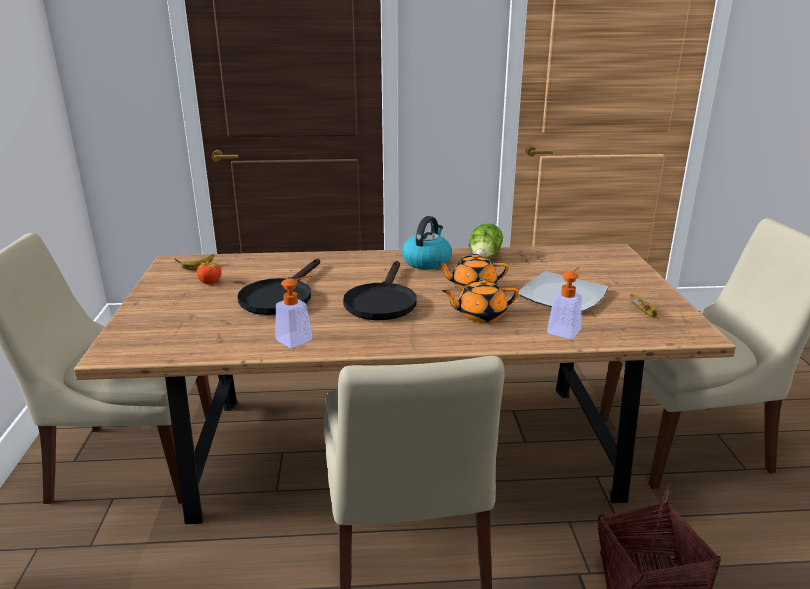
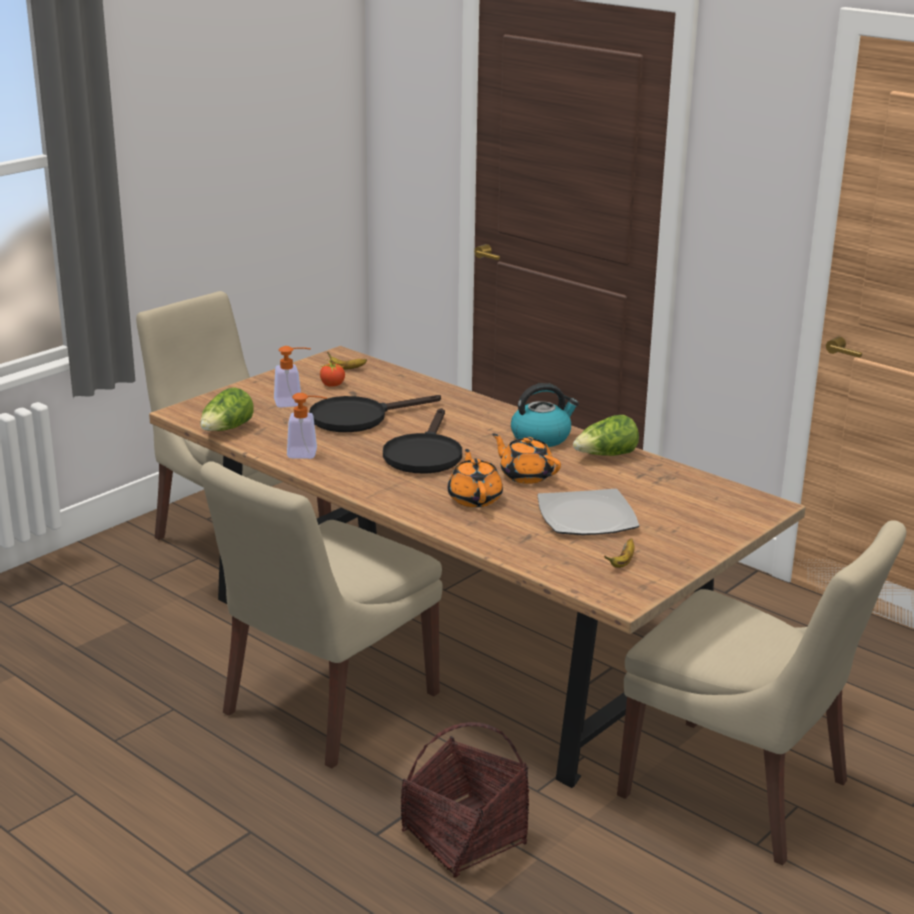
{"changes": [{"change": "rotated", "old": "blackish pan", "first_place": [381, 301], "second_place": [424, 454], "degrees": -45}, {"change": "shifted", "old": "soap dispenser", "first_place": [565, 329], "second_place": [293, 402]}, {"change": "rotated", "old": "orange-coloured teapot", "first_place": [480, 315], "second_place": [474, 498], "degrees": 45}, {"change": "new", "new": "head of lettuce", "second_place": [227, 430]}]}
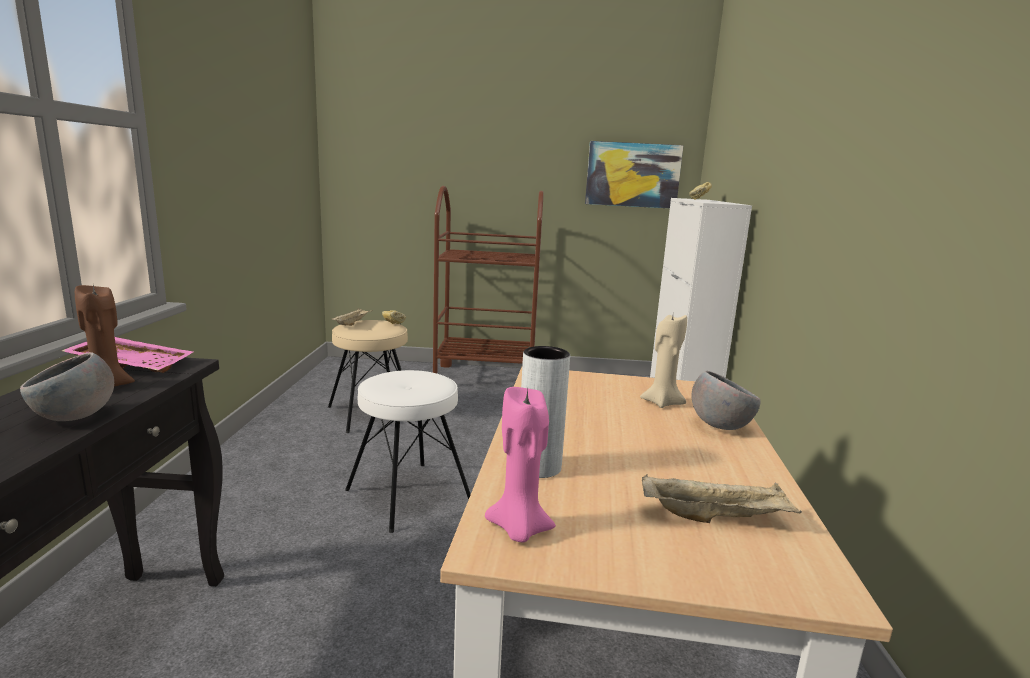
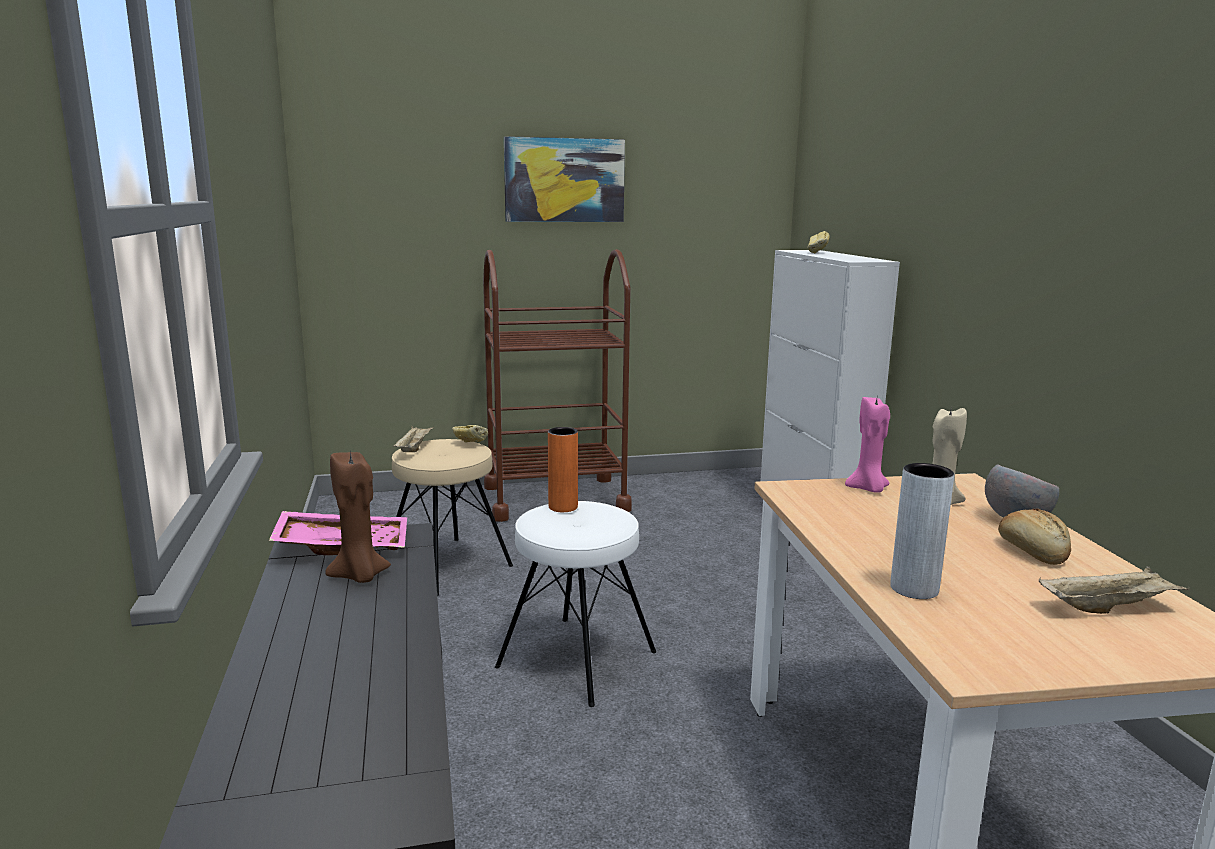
{"changes": [{"change": "shifted", "old": "picture", "first_place": [632, 175], "second_place": [564, 180]}, {"change": "gone", "old": "grey deep dish", "first_place": [75, 418]}, {"change": "shifted", "old": "pink-coloured wax light", "first_place": [519, 530], "second_place": [868, 489]}, {"change": "new", "new": "orange-coloured vase", "second_place": [563, 507]}, {"change": "new", "new": "baked bread", "second_place": [1032, 551]}]}
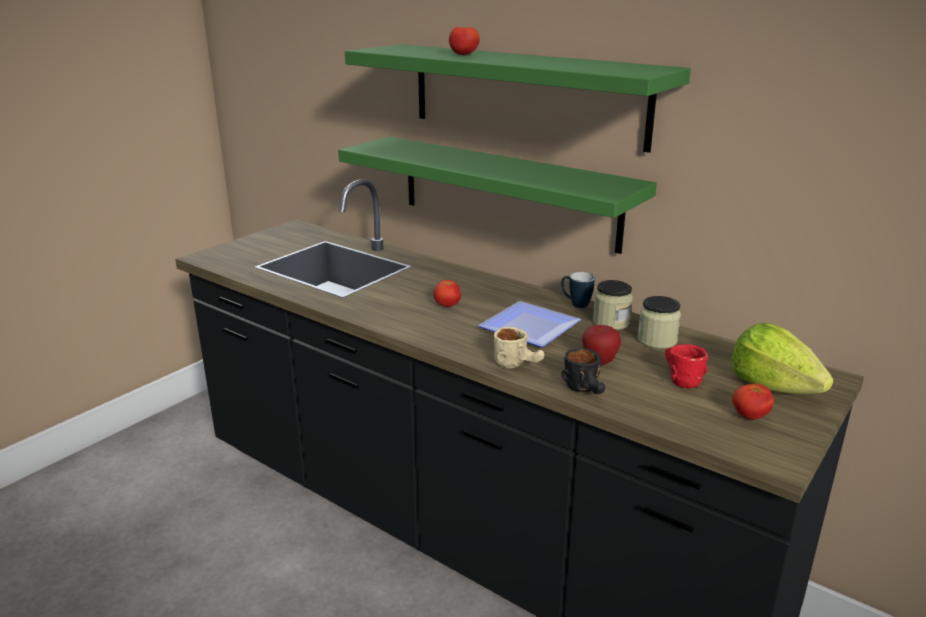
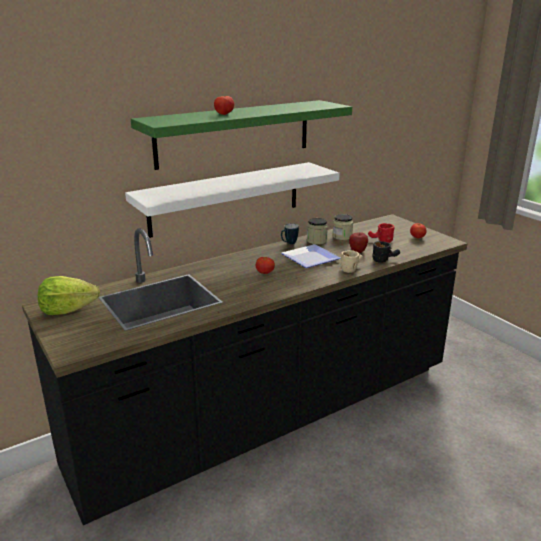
{"changes": [{"change": "repainted", "old": "green-coloured wall shelf", "new": "whitish wall shelf", "first_place": [507, 192], "second_place": [226, 198]}, {"change": "shifted", "old": "head of lettuce", "first_place": [773, 386], "second_place": [67, 310]}]}
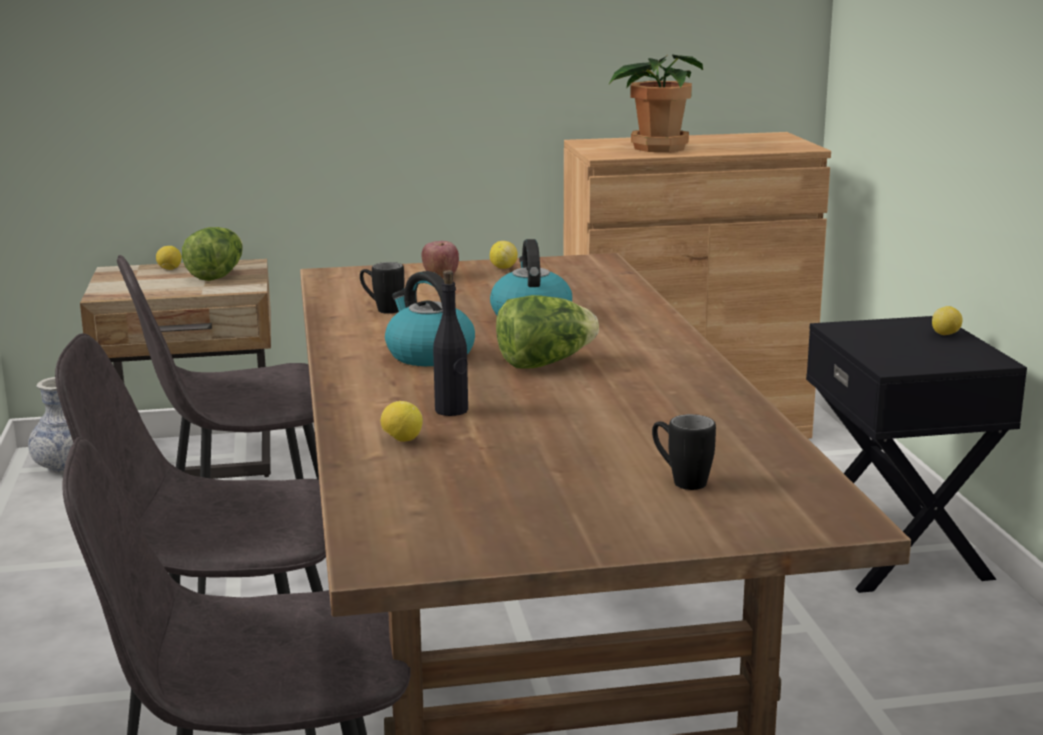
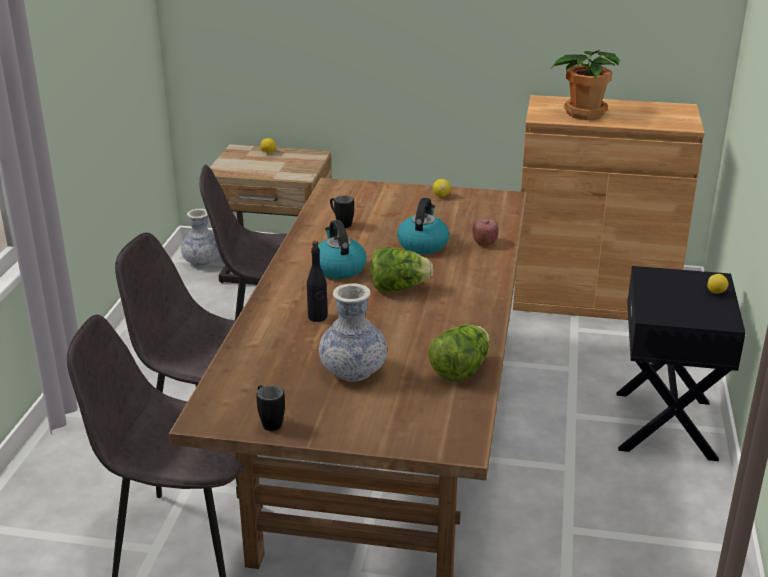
{"changes": [{"change": "shifted", "old": "head of lettuce", "first_place": [217, 275], "second_place": [460, 370]}, {"change": "shifted", "old": "apple fruit", "first_place": [440, 276], "second_place": [484, 243]}, {"change": "gone", "old": "lemon", "first_place": [401, 440]}, {"change": "shifted", "old": "blackish coffee mug", "first_place": [680, 480], "second_place": [269, 421]}, {"change": "new", "new": "vase", "second_place": [353, 371]}]}
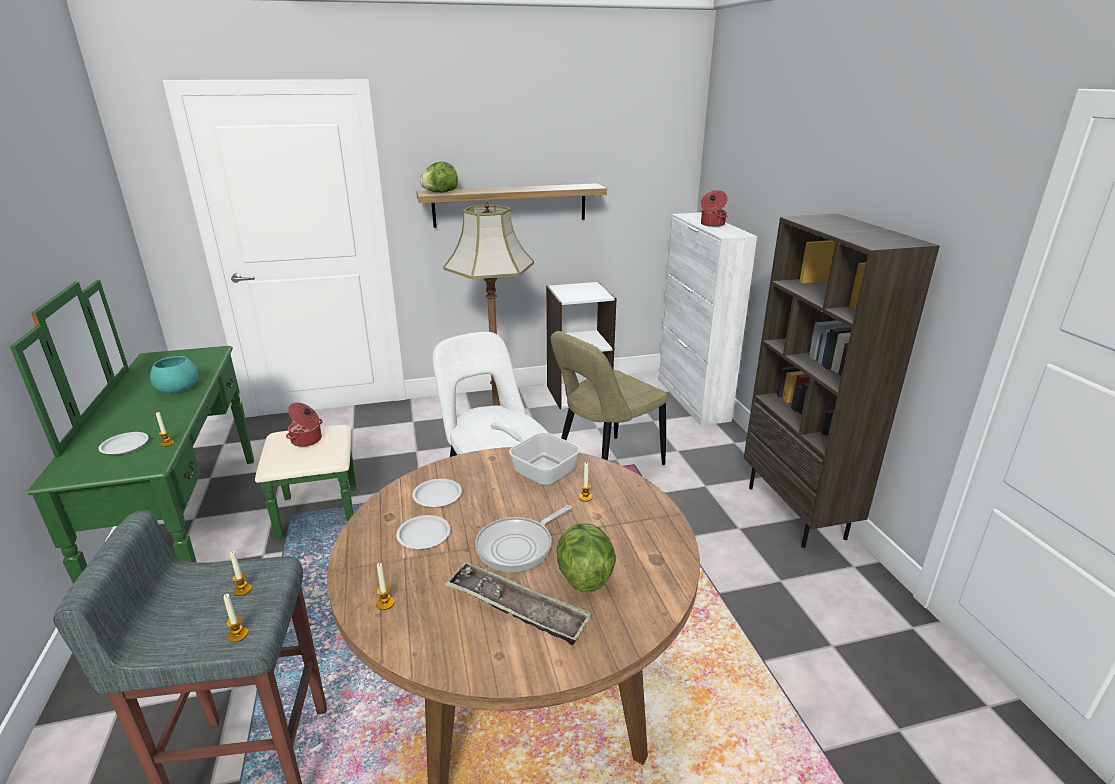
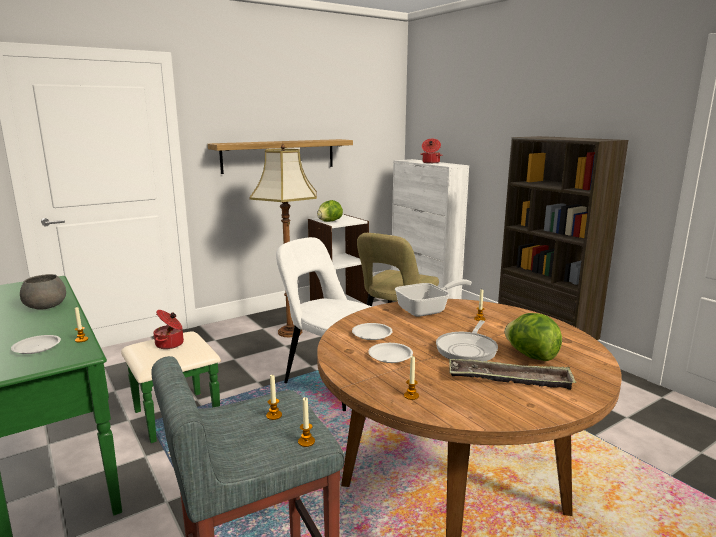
{"changes": [{"change": "shifted", "old": "head of lettuce", "first_place": [440, 192], "second_place": [329, 221]}, {"change": "repainted", "old": "blue-green deep dish", "new": "grey deep dish", "first_place": [179, 388], "second_place": [46, 306]}, {"change": "rotated", "old": "pan", "first_place": [538, 469], "second_place": [427, 310], "degrees": 135}]}
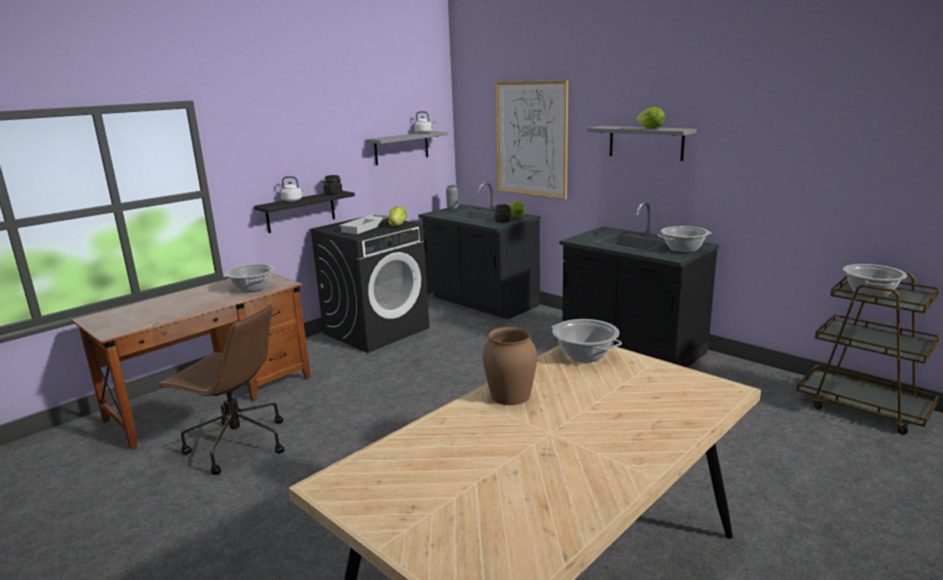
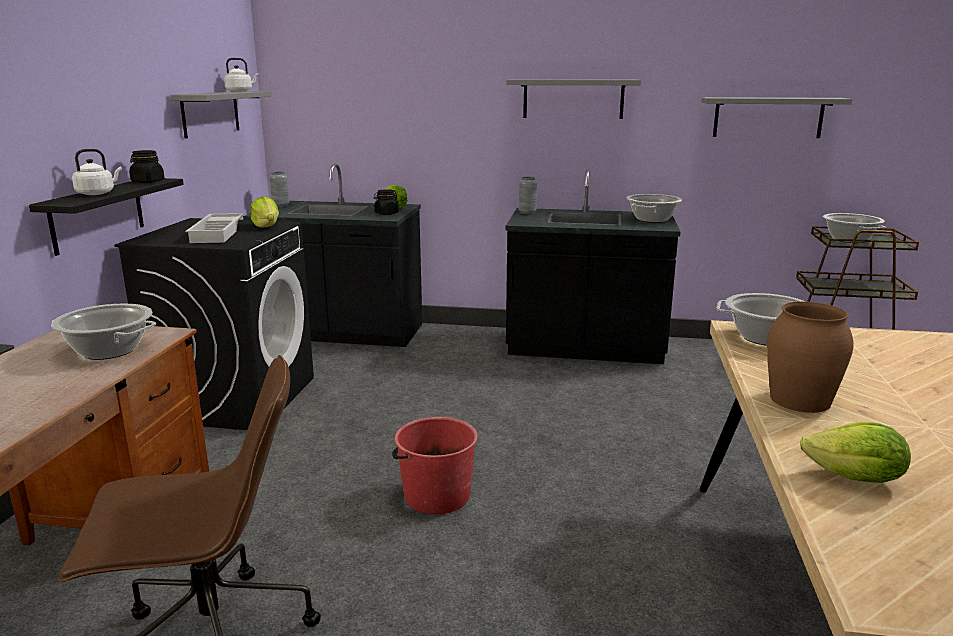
{"changes": [{"change": "gone", "old": "picture", "first_place": [531, 139]}, {"change": "shifted", "old": "head of lettuce", "first_place": [650, 128], "second_place": [855, 479]}, {"change": "new", "new": "grey wall shelf", "second_place": [768, 117]}, {"change": "new", "new": "grey vase", "second_place": [527, 213]}, {"change": "new", "new": "red pail", "second_place": [436, 496]}]}
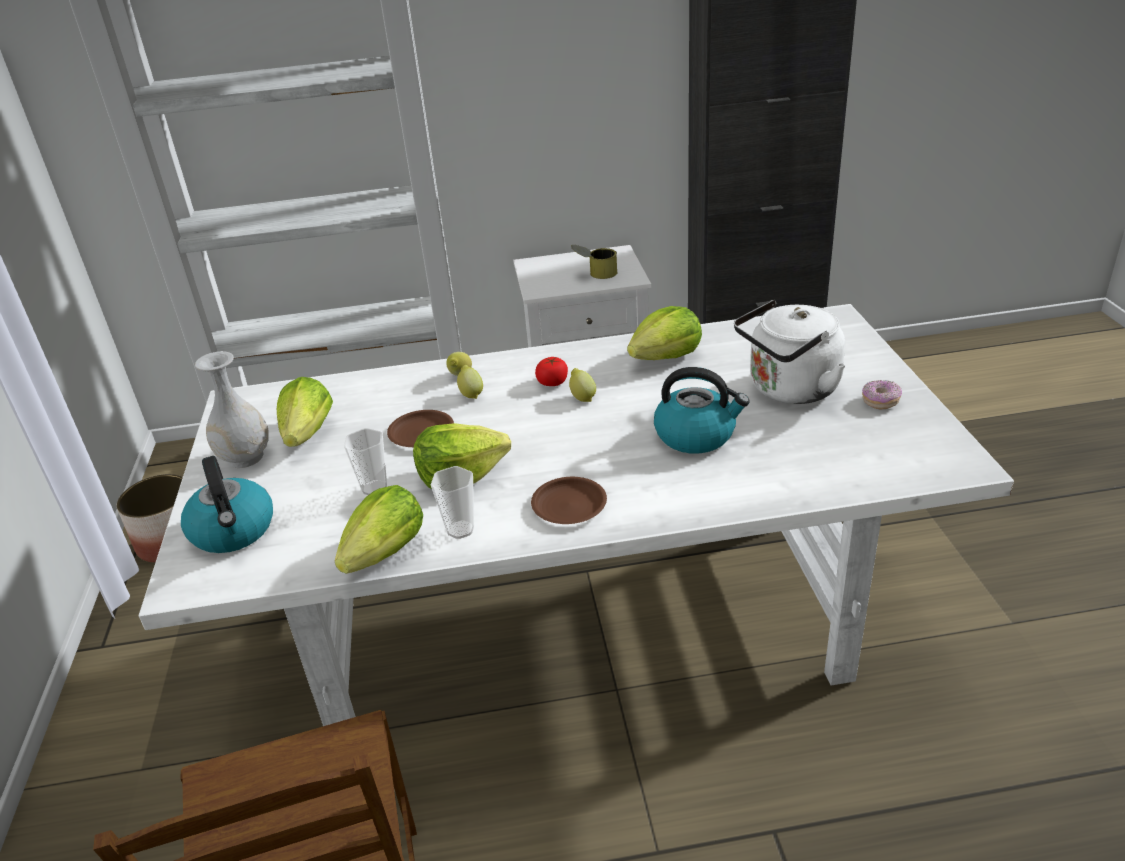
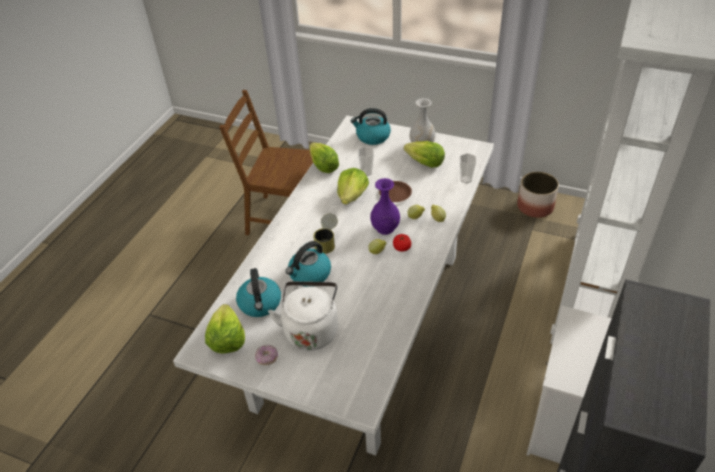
{"changes": [{"change": "shifted", "old": "sealed can", "first_place": [595, 274], "second_place": [327, 242]}, {"change": "shifted", "old": "head of lettuce", "first_place": [666, 357], "second_place": [227, 339]}, {"change": "shifted", "old": "small cup", "first_place": [460, 530], "second_place": [466, 179]}, {"change": "gone", "old": "brown plate", "first_place": [568, 505]}, {"change": "new", "new": "purple-coloured vase", "second_place": [385, 228]}, {"change": "new", "new": "kettle", "second_place": [260, 304]}]}
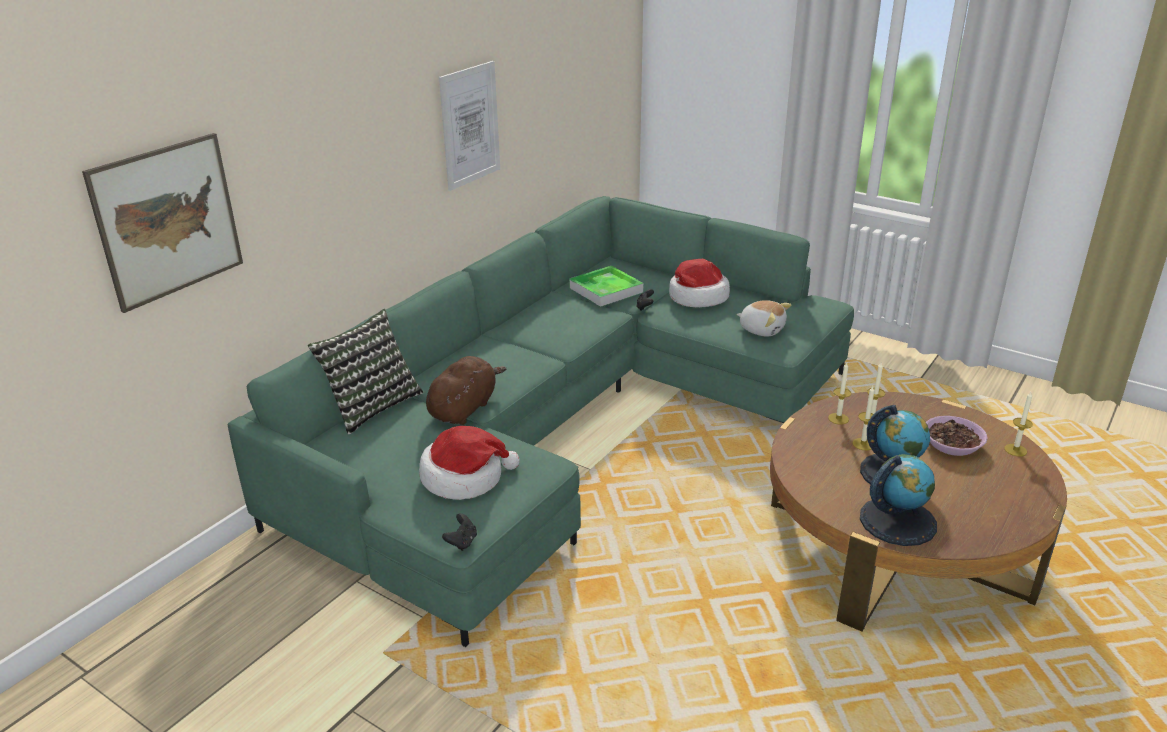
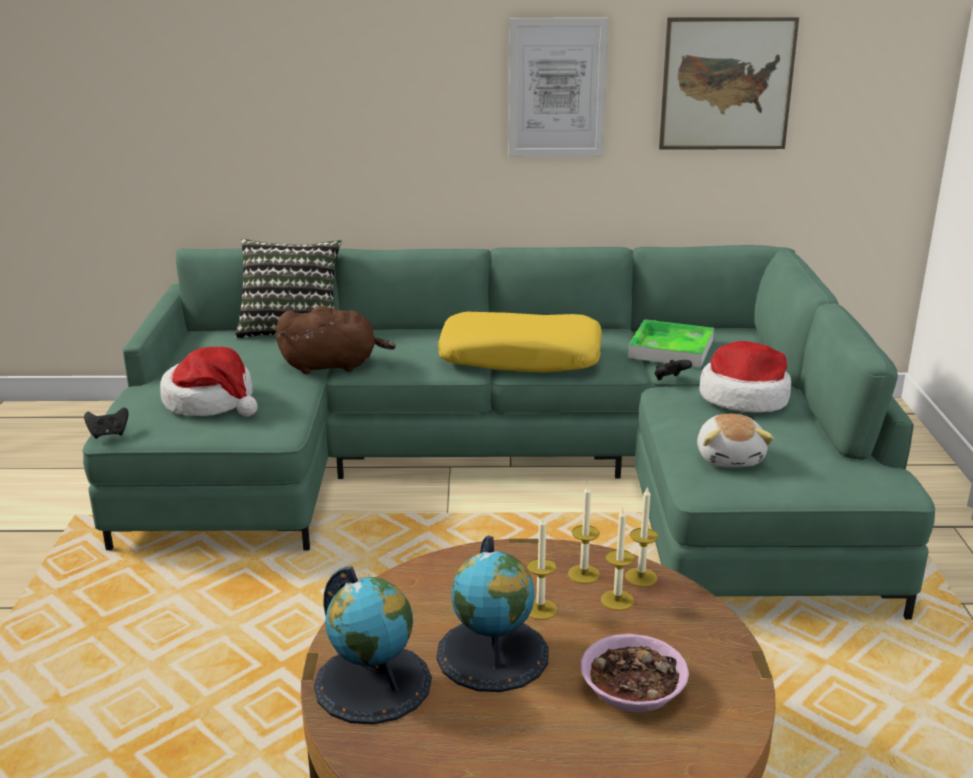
{"changes": [{"change": "shifted", "old": "picture", "first_place": [168, 220], "second_place": [726, 84]}, {"change": "shifted", "old": "wax light", "first_place": [1015, 450], "second_place": [641, 577]}, {"change": "new", "new": "yellow cushion", "second_place": [521, 357]}]}
